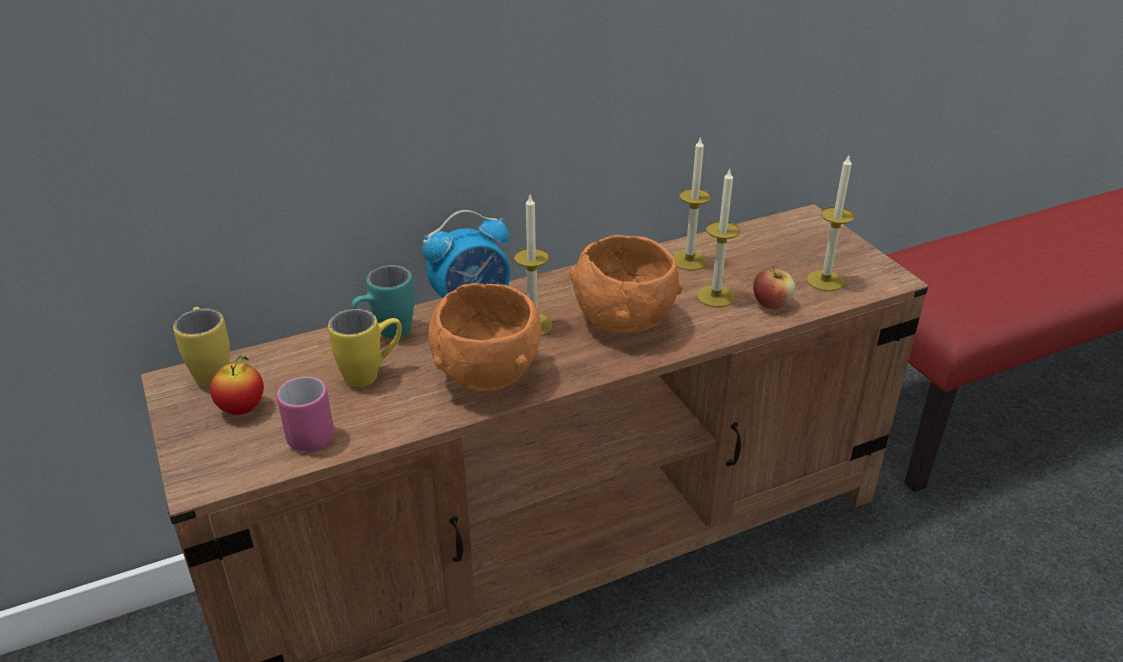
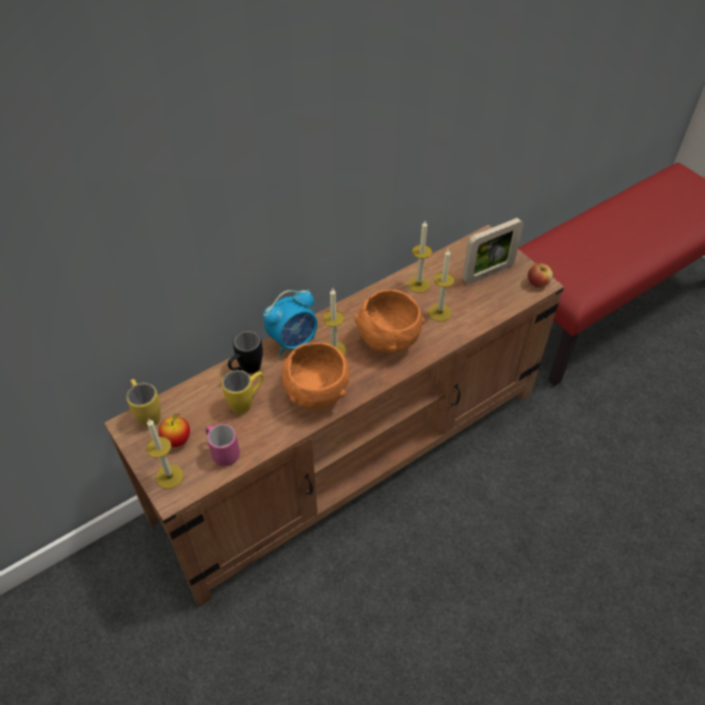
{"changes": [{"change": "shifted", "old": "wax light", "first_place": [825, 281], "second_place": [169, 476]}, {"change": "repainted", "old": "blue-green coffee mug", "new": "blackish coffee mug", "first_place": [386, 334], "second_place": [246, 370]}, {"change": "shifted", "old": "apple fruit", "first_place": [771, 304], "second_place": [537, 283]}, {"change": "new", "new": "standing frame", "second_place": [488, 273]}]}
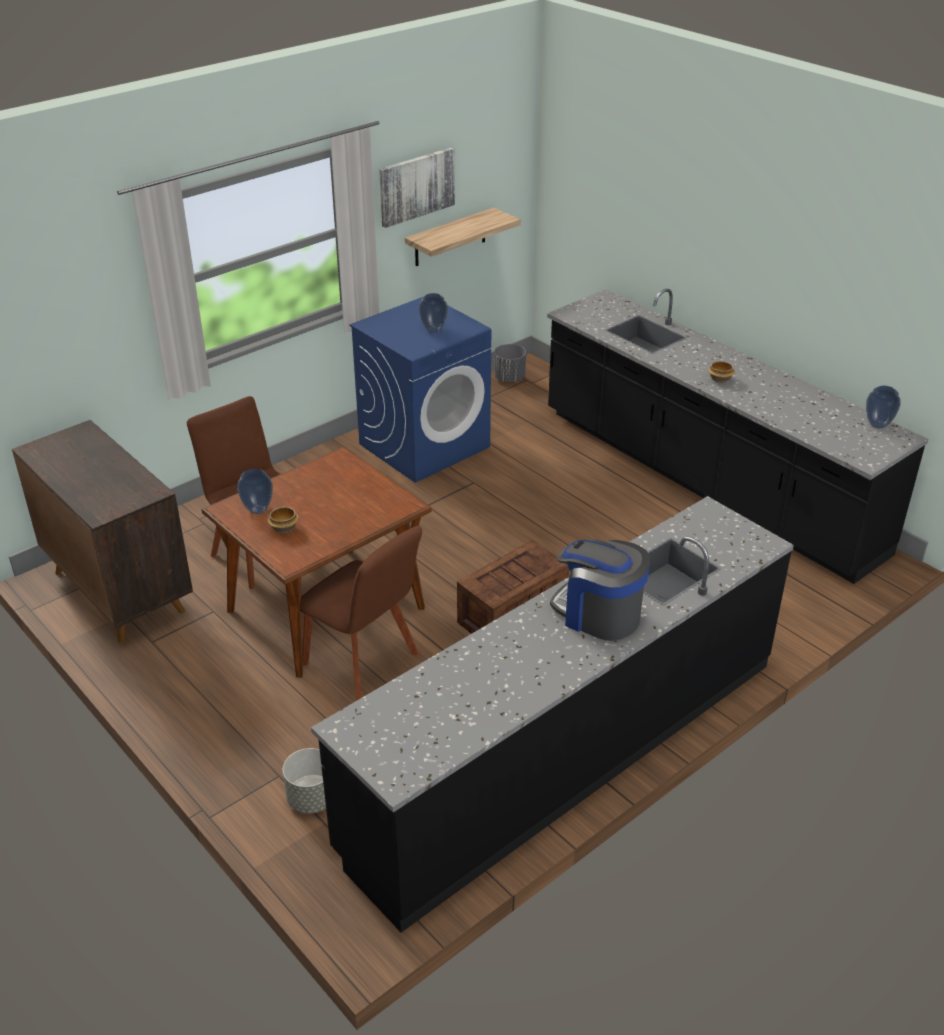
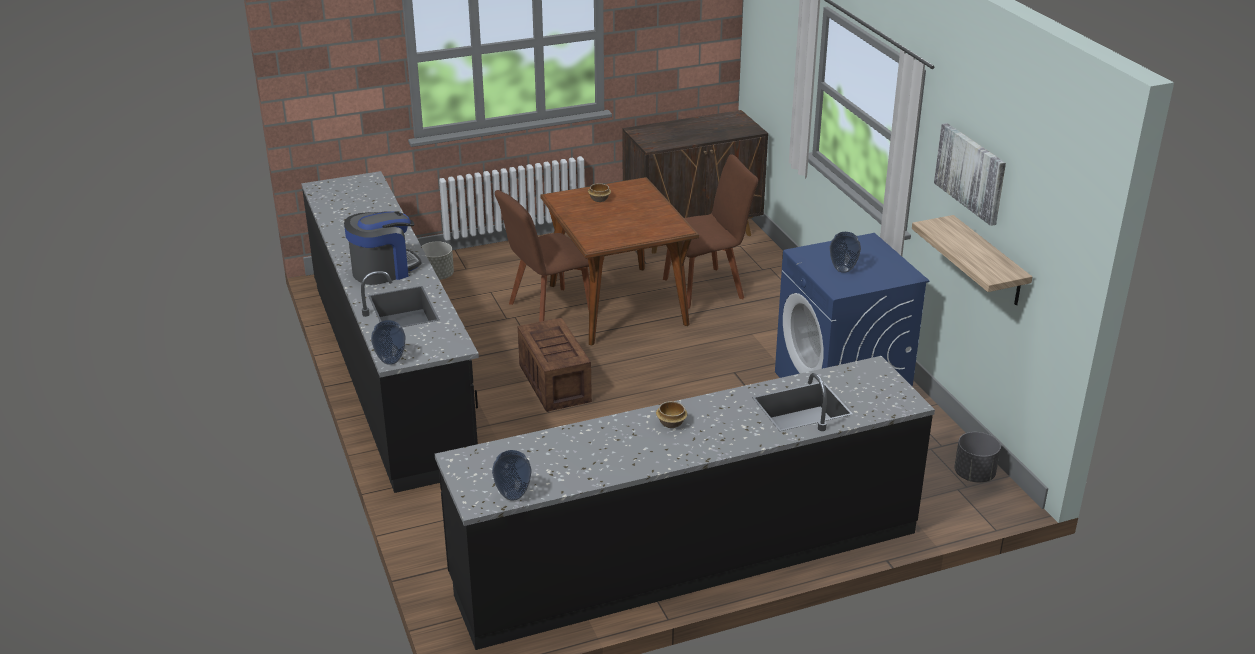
{"changes": [{"change": "shifted", "old": "vase", "first_place": [258, 510], "second_place": [390, 361]}]}
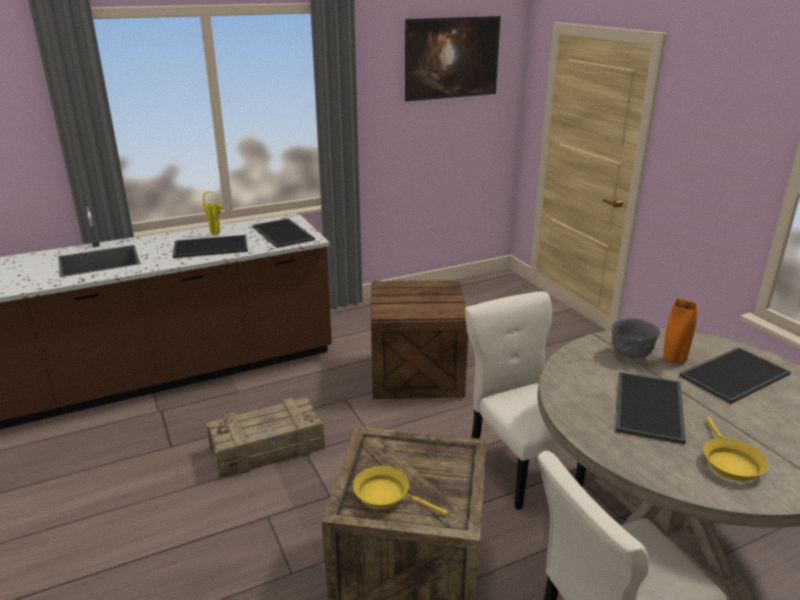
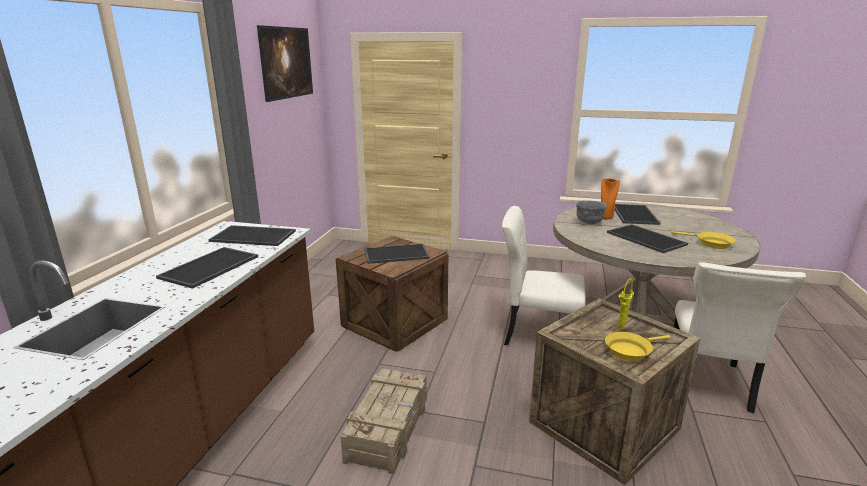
{"changes": [{"change": "shifted", "old": "yellow vase", "first_place": [216, 234], "second_place": [621, 327]}, {"change": "new", "new": "serving tray", "second_place": [395, 254]}]}
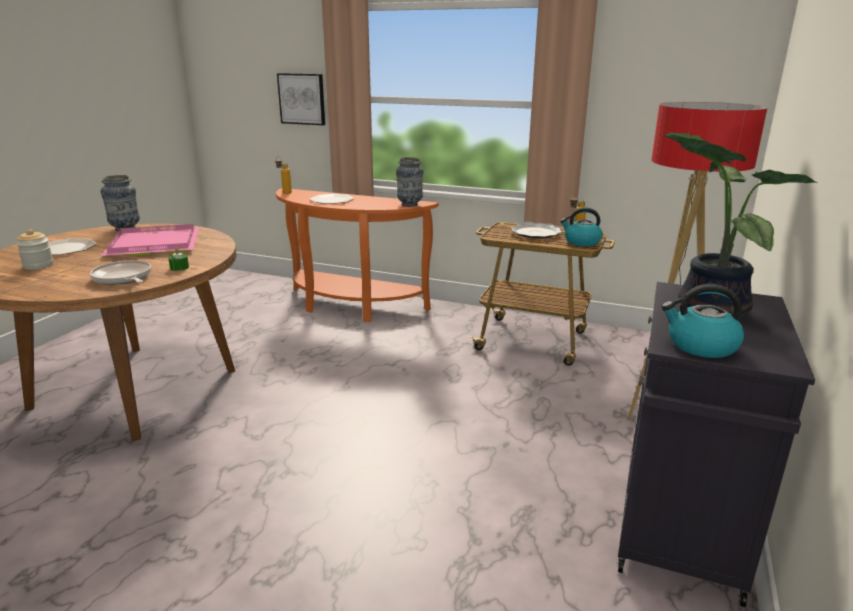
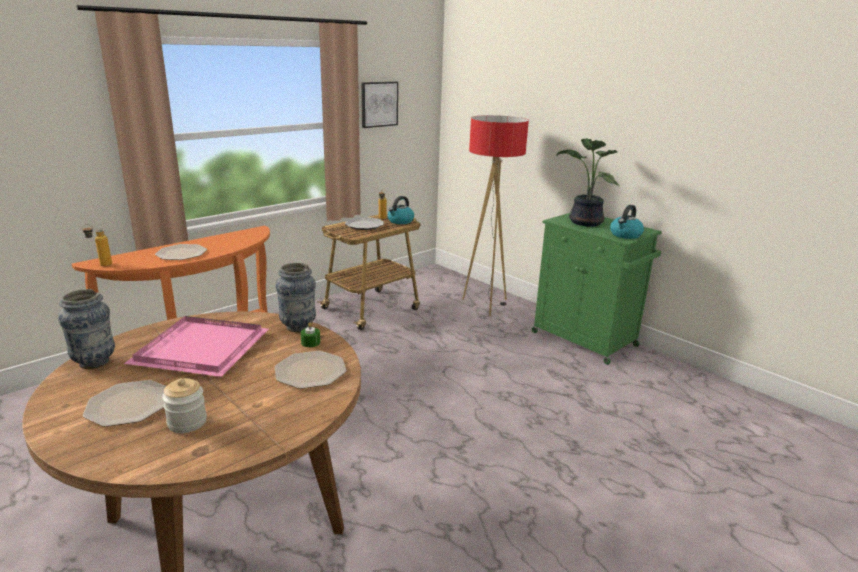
{"changes": [{"change": "shifted", "old": "picture", "first_place": [302, 99], "second_place": [379, 104]}, {"change": "shifted", "old": "vase", "first_place": [410, 205], "second_place": [298, 327]}, {"change": "swapped", "old": "pan", "new": "plate", "first_place": [123, 278], "second_place": [311, 371]}, {"change": "repainted", "old": "blackish cabinet", "new": "green-coloured cabinet", "first_place": [679, 530], "second_place": [586, 340]}]}
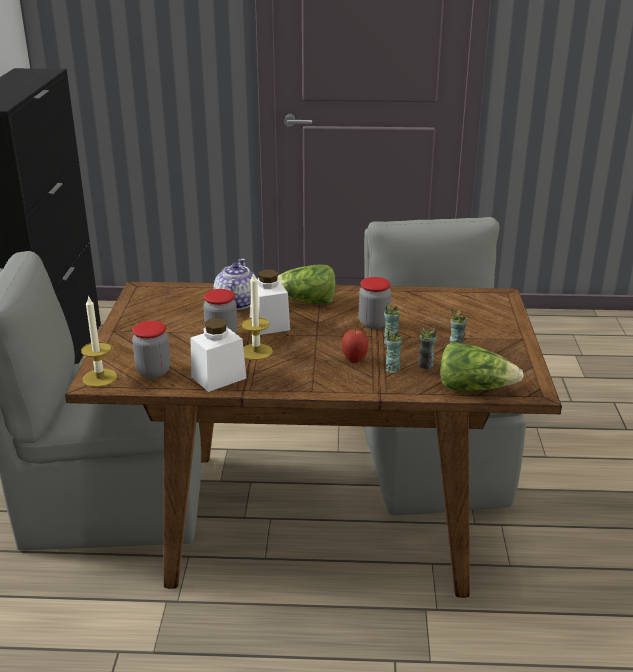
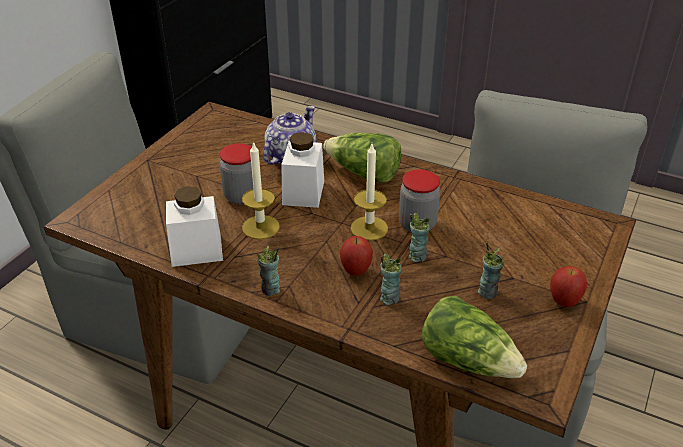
{"changes": [{"change": "shifted", "old": "wax light", "first_place": [100, 378], "second_place": [369, 228]}, {"change": "gone", "old": "storage jar", "first_place": [153, 371]}, {"change": "shifted", "old": "small cup", "first_place": [426, 365], "second_place": [270, 290]}, {"change": "new", "new": "apple fruit", "second_place": [563, 302]}]}
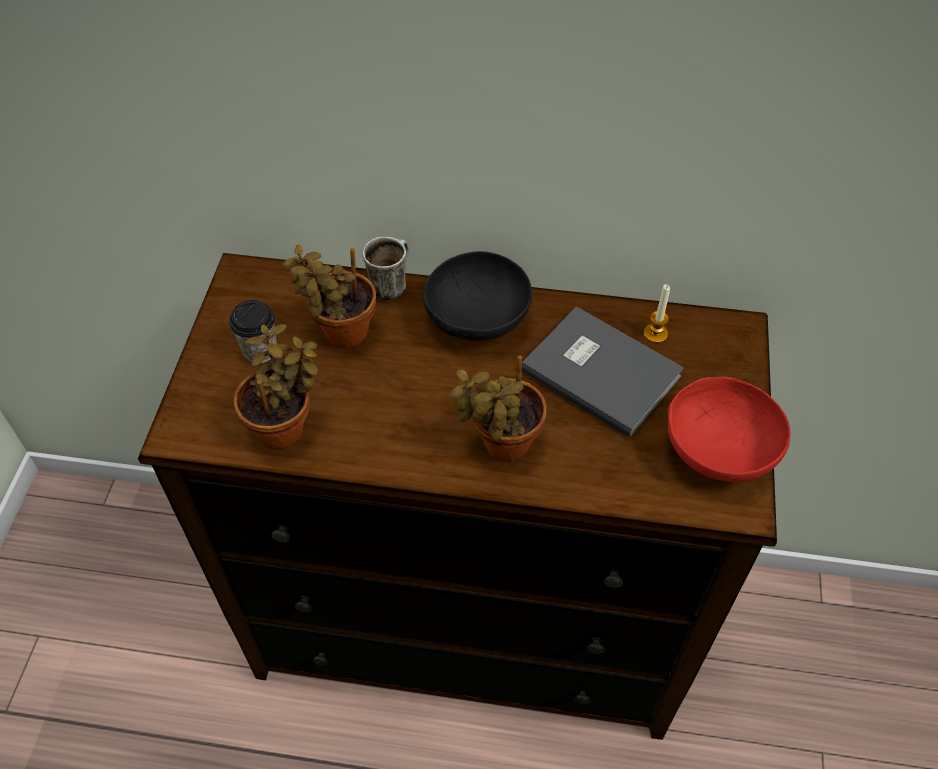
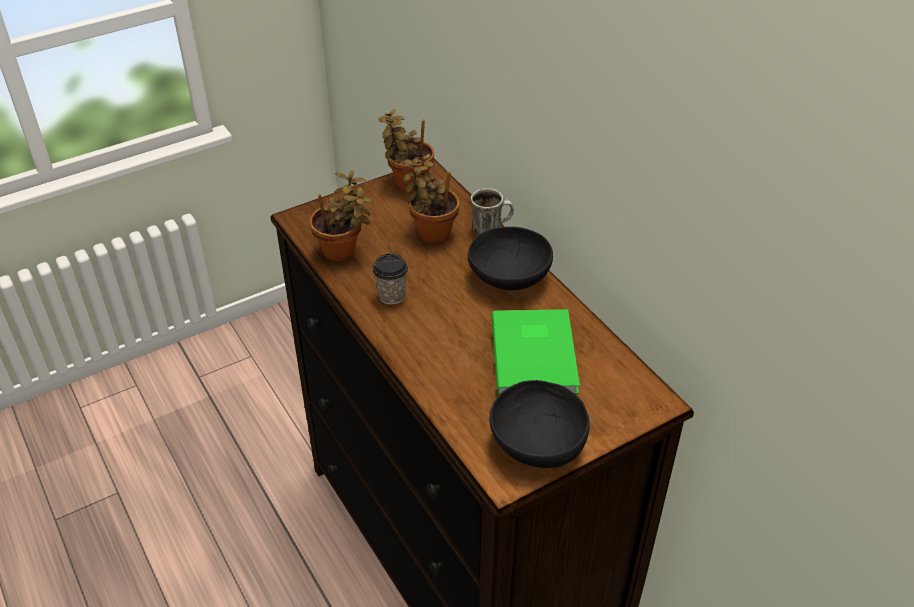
{"changes": [{"change": "gone", "old": "wax light", "first_place": [655, 334]}, {"change": "shifted", "old": "small cup", "first_place": [260, 350], "second_place": [391, 296]}, {"change": "repainted", "old": "grey bound book", "new": "green-coloured bound book", "first_place": [601, 370], "second_place": [536, 353]}, {"change": "shifted", "old": "plant in a pot", "first_place": [501, 444], "second_place": [408, 183]}, {"change": "repainted", "old": "red deep dish", "new": "blackish deep dish", "first_place": [717, 451], "second_place": [536, 443]}]}
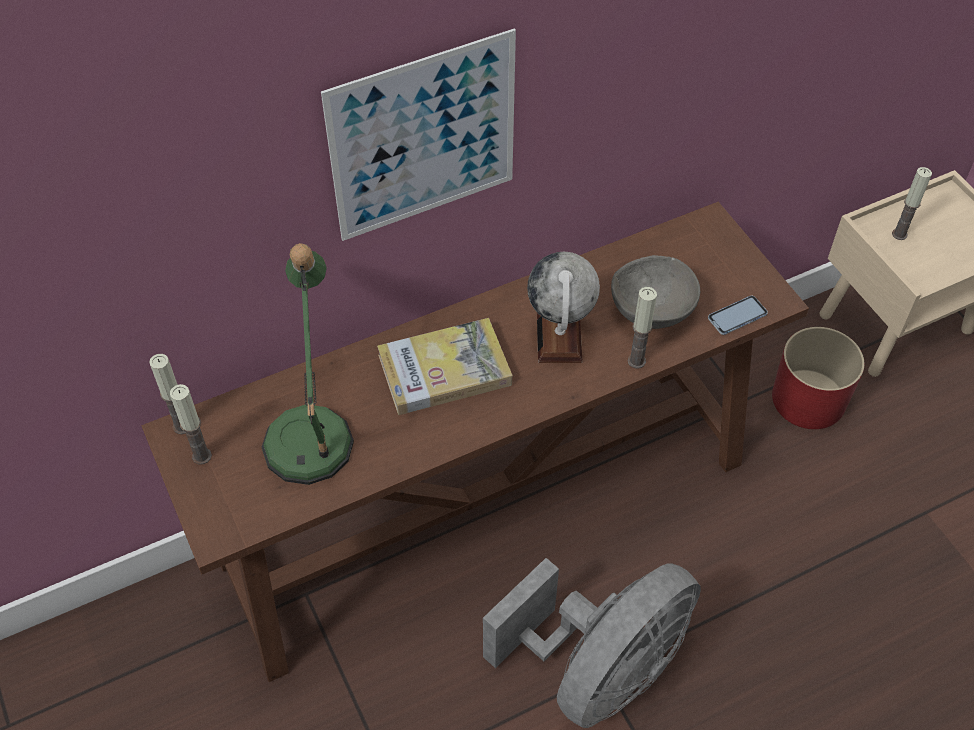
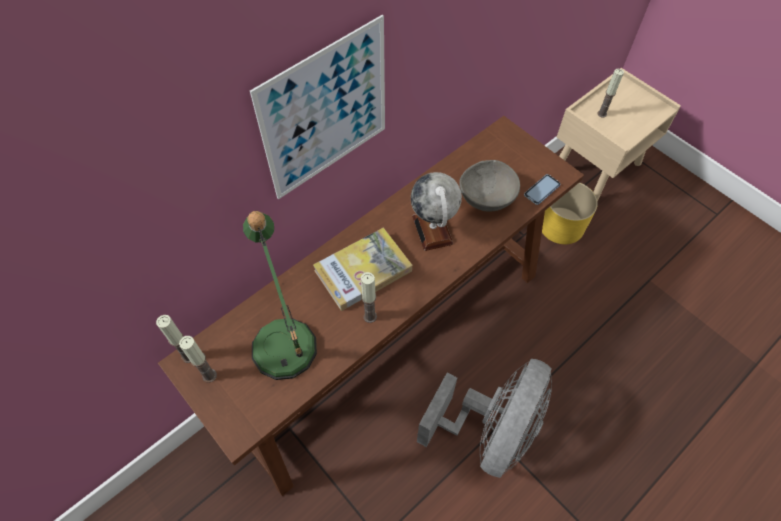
{"changes": [{"change": "shifted", "old": "wax light", "first_place": [636, 361], "second_place": [370, 316]}, {"change": "repainted", "old": "red plant pot", "new": "yellow plant pot", "first_place": [809, 398], "second_place": [561, 225]}]}
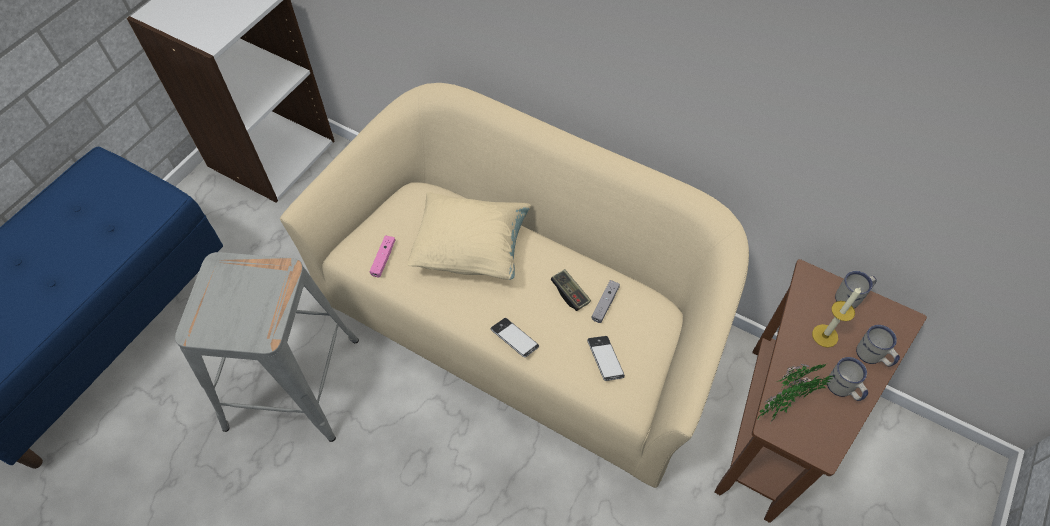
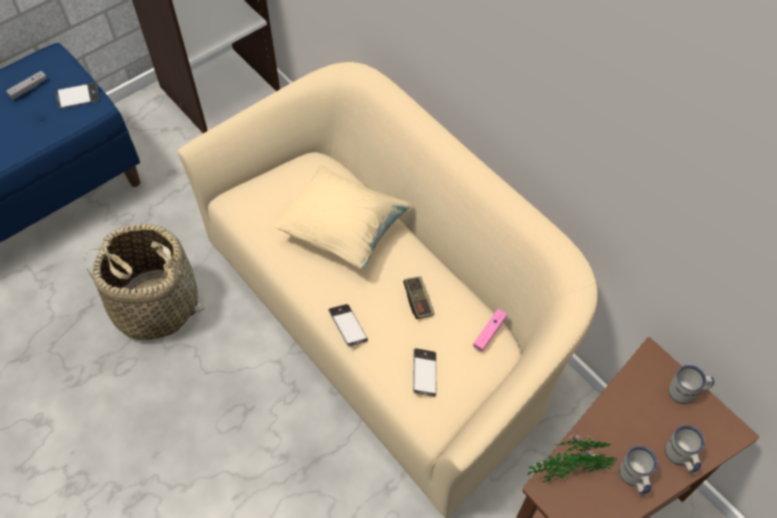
{"changes": [{"change": "shifted", "old": "pink-coloured gamepad", "first_place": [383, 259], "second_place": [489, 332]}, {"change": "swapped", "old": "grey stool seat", "new": "basket", "first_place": [291, 382], "second_place": [155, 305]}, {"change": "shifted", "old": "grey gamepad", "first_place": [605, 304], "second_place": [29, 88]}, {"change": "gone", "old": "wax light", "first_place": [825, 335]}, {"change": "new", "new": "telephone", "second_place": [78, 98]}]}
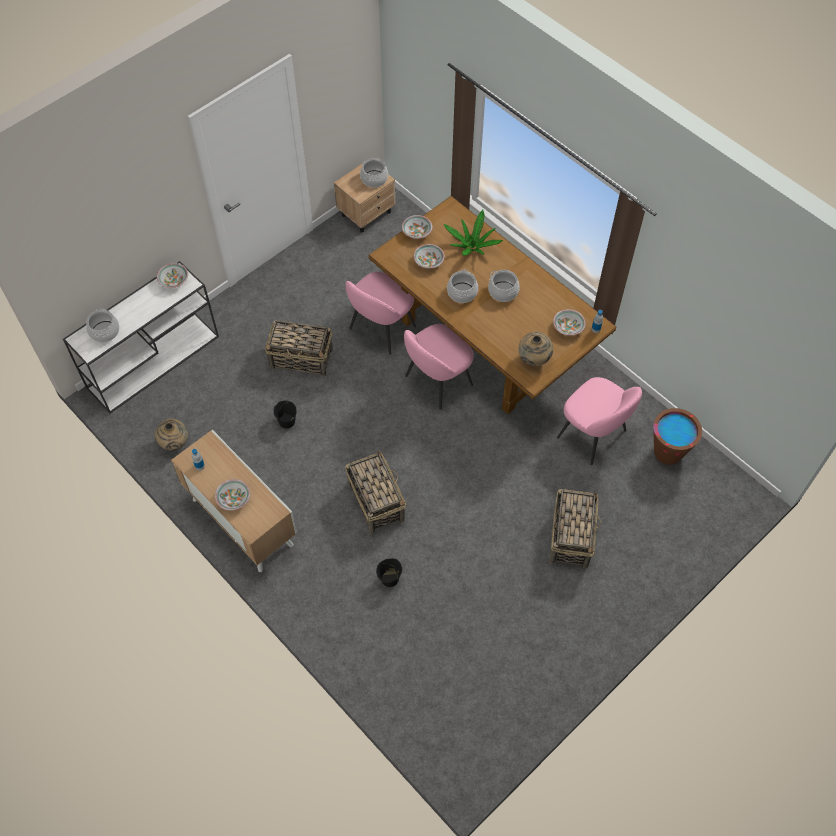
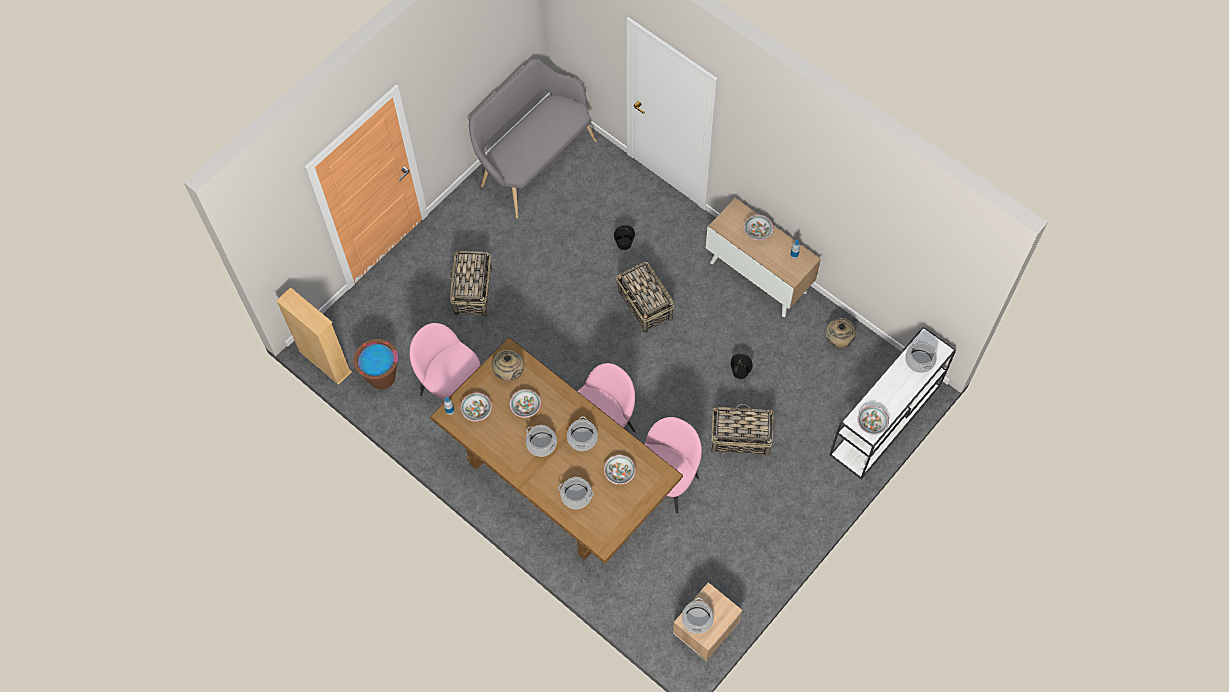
{"changes": [{"change": "swapped", "old": "plant in a pot", "new": "saucepot", "first_place": [472, 246], "second_place": [576, 496]}, {"change": "shifted", "old": "deep dish", "first_place": [416, 232], "second_place": [526, 406]}, {"change": "new", "new": "grey indoor bench", "second_place": [533, 162]}, {"change": "new", "new": "beige-coloured bookshelf", "second_place": [325, 362]}]}
